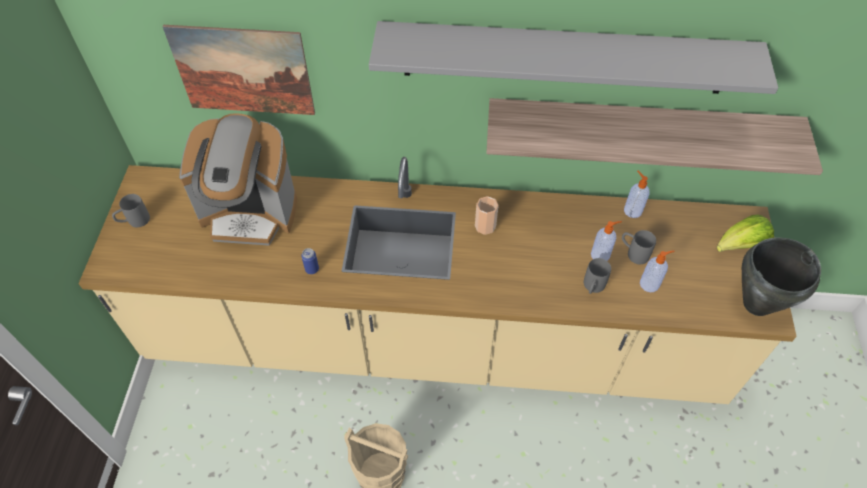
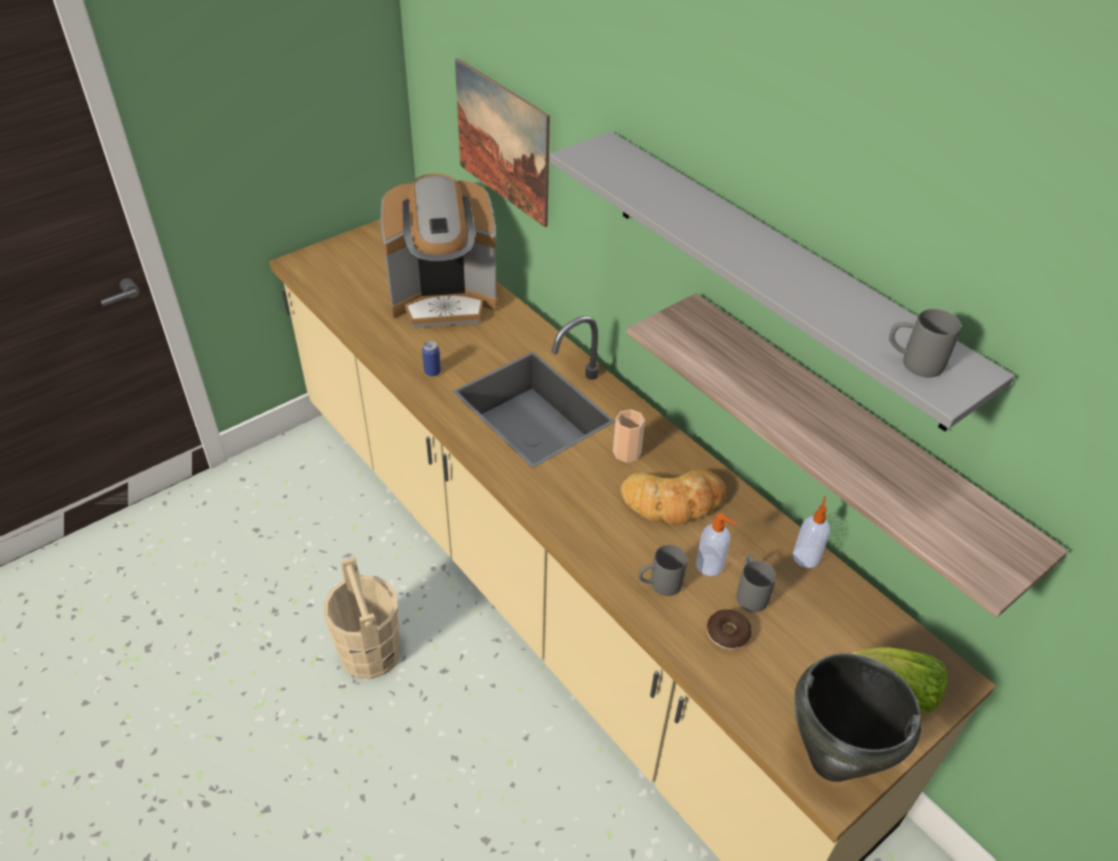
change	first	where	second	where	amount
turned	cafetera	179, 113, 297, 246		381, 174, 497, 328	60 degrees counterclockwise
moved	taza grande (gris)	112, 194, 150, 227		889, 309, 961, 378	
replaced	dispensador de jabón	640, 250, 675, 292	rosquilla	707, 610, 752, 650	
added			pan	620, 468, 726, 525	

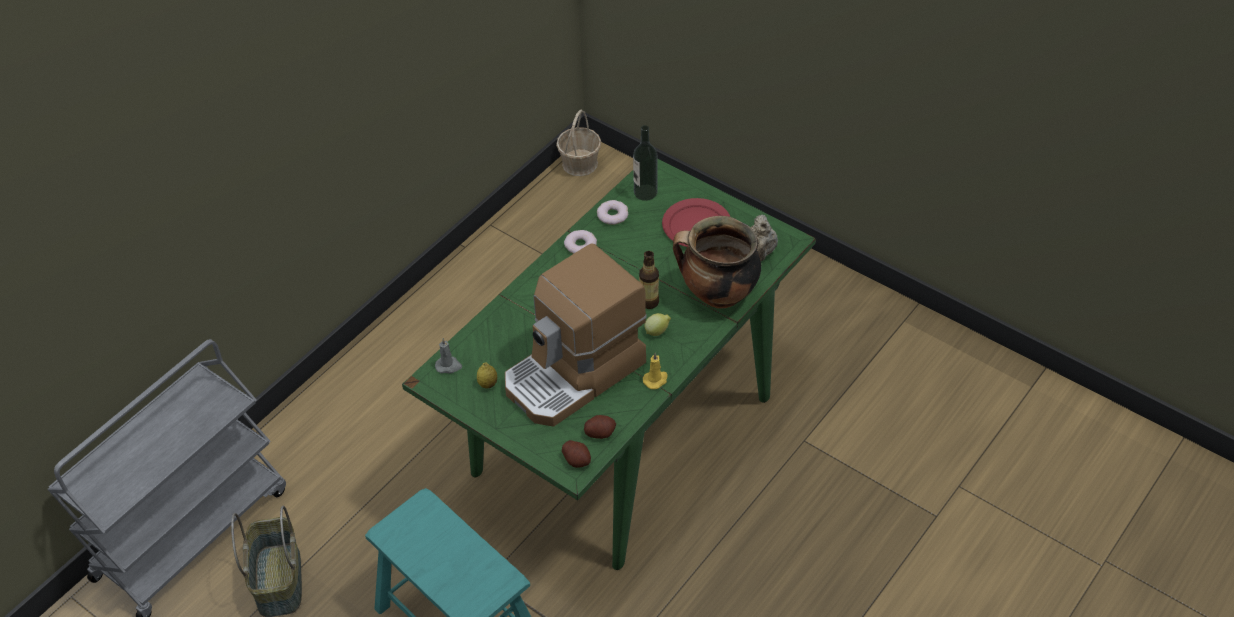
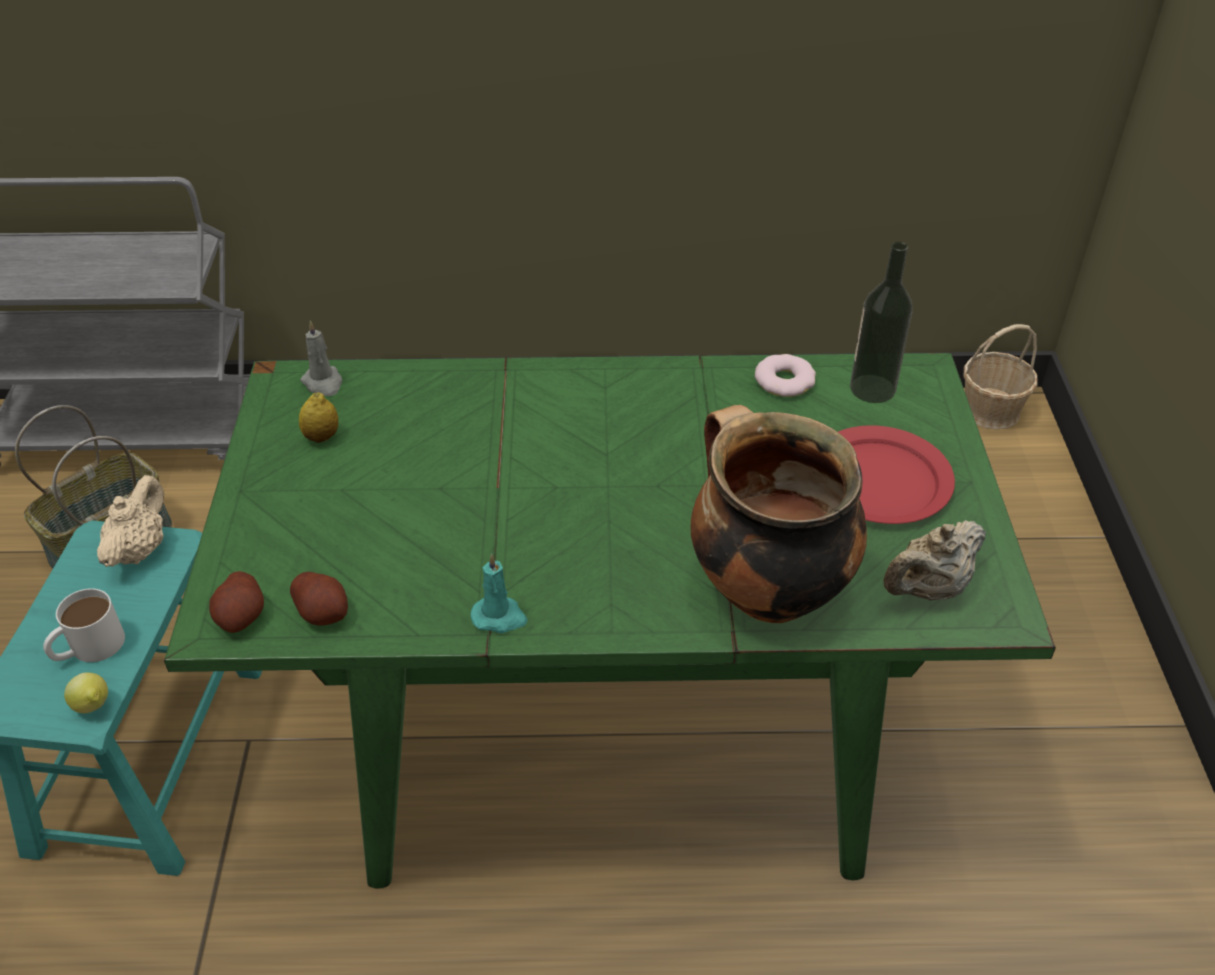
change	first	where	second	where	amount
removed	rosquilla	564, 230, 597, 254			
removed	cafetera	505, 244, 647, 427			
removed	botella	639, 251, 659, 309			
moved	limón	645, 313, 671, 336		64, 672, 108, 713	
recoloured	vela (amarillo)	643, 353, 668, 389	vela (turquesa)	470, 553, 528, 633	
added			tetera (beis)	97, 475, 164, 567	
added			taza grande (blanco)	43, 588, 125, 662	

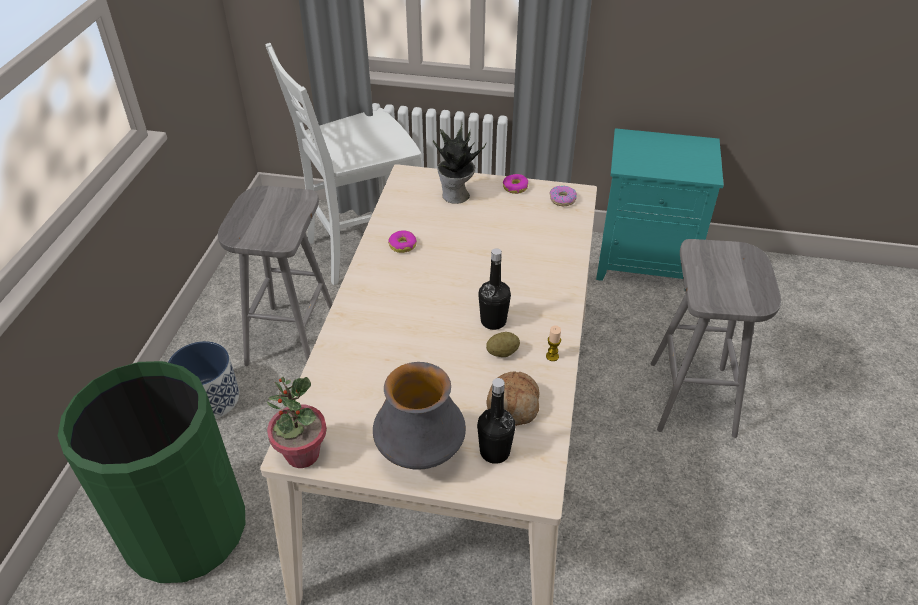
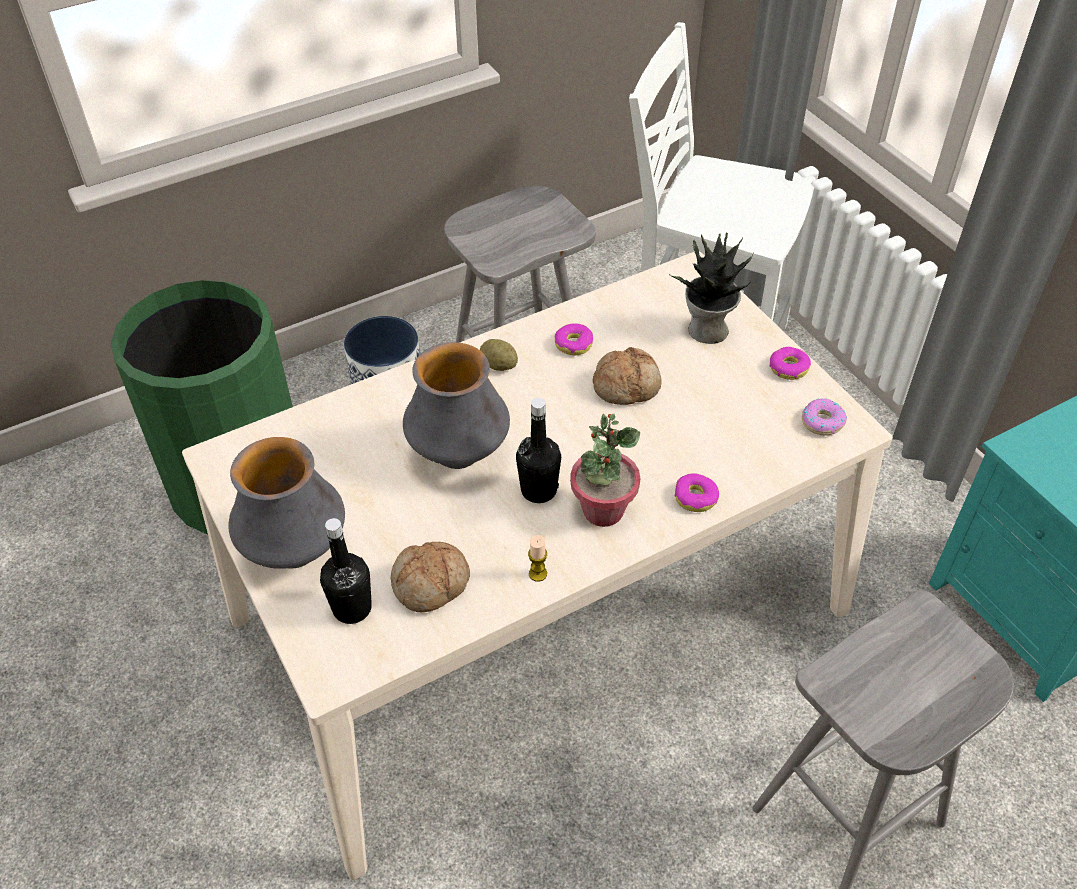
change	first	where	second	where	amount
moved	patata	486, 332, 520, 357		480, 339, 518, 371	
moved	planta en maceta	267, 377, 327, 468		570, 414, 640, 527	
added			florero	403, 342, 510, 469	
added			pan	592, 347, 662, 405	
added			rosquilla	675, 473, 719, 512	

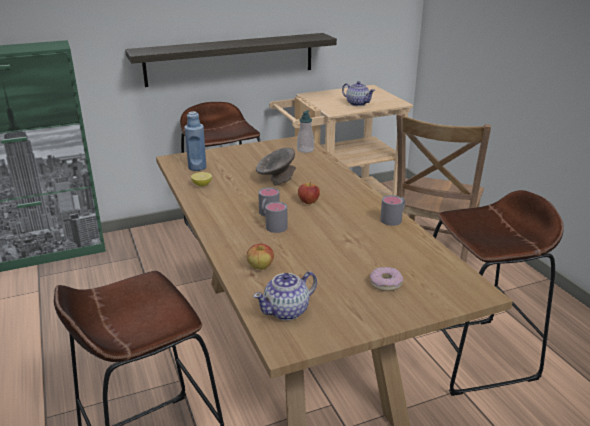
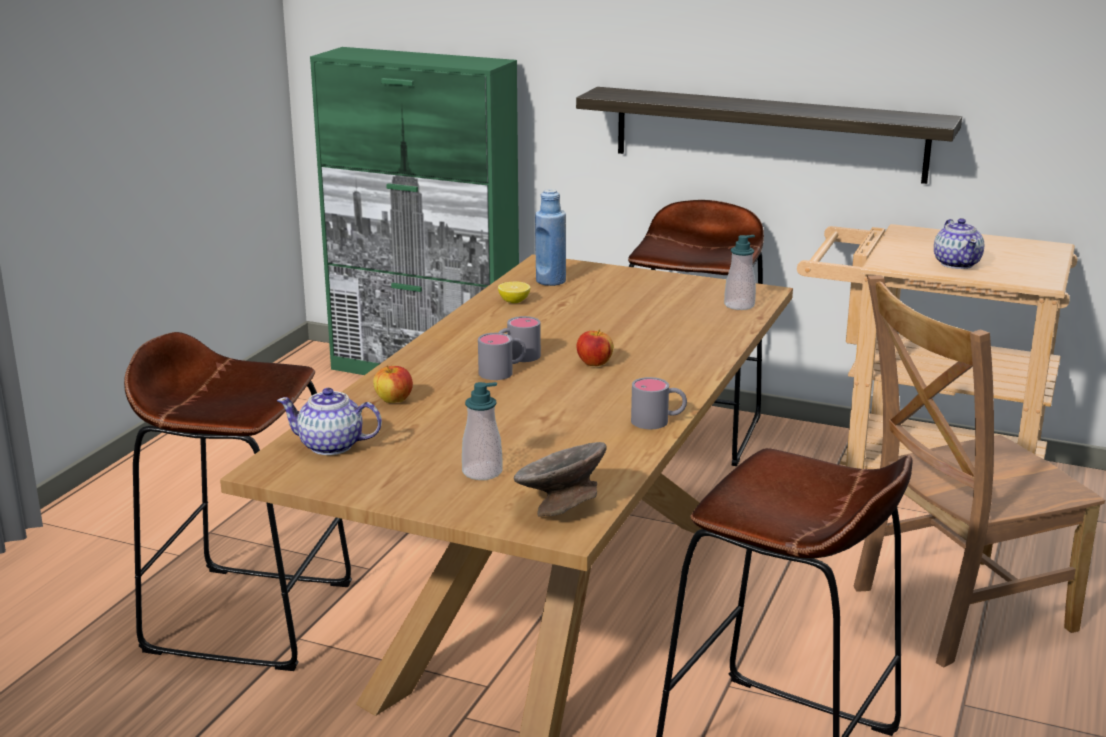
change	first	where	second	where	amount
moved	cuenco (gris)	256, 148, 296, 186		514, 442, 607, 517	
replaced	rosquilla	370, 267, 403, 291	dispensador de jabón	462, 382, 503, 480	

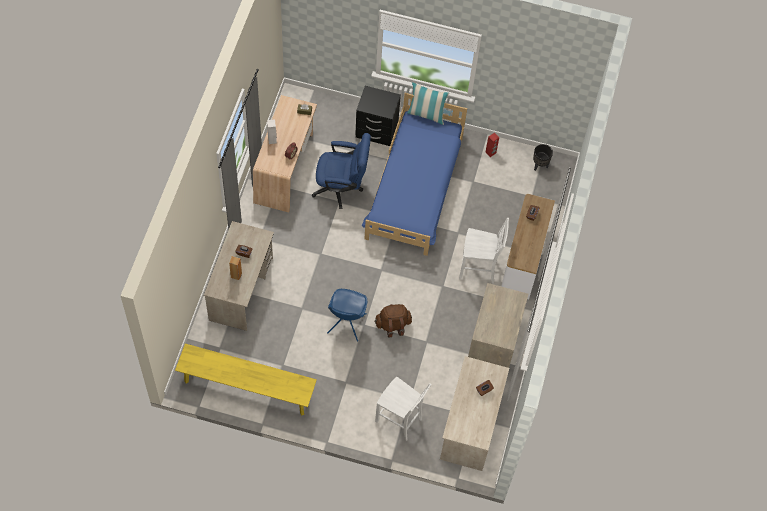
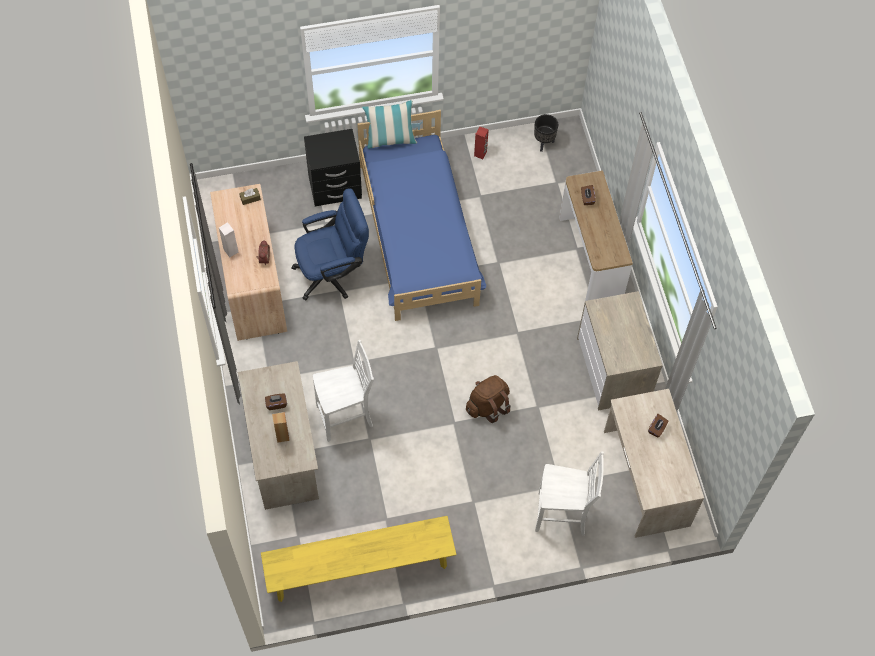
change	first	where	second	where	amount
moved	silla (blanco)	459, 218, 509, 284		313, 340, 374, 442	
removed	silla (azul)	327, 289, 367, 342			

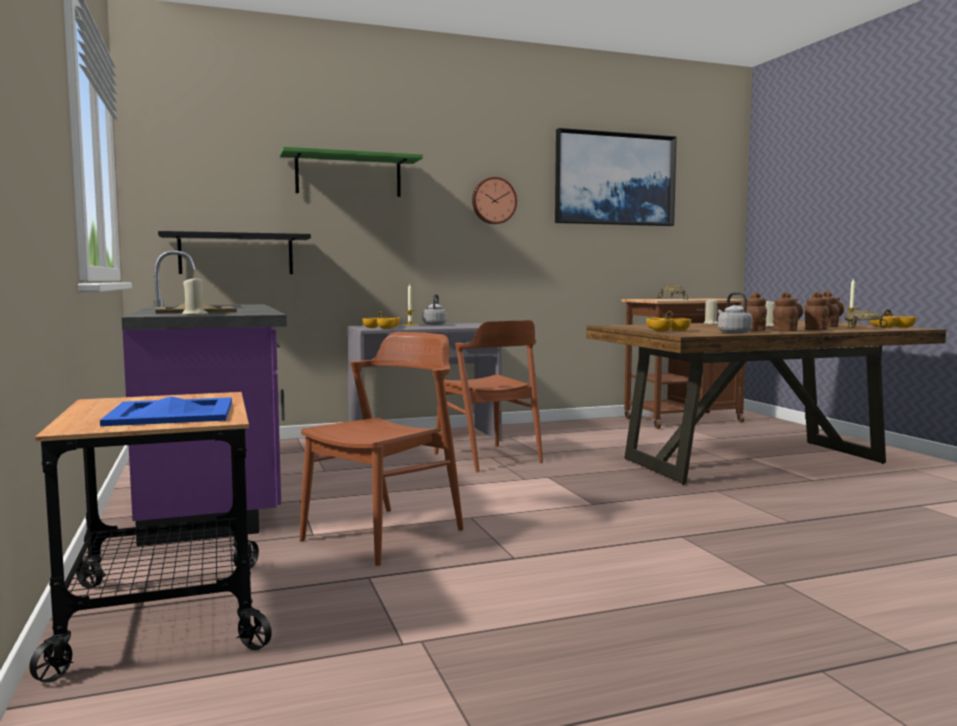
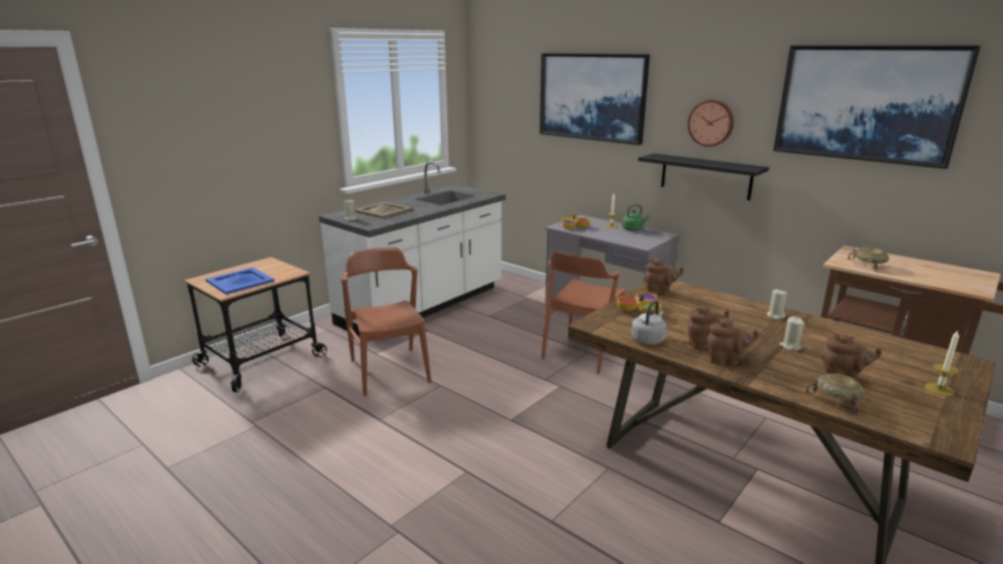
change	first	where	second	where	amount
replaced	estante (verde)	280, 146, 423, 197	cuadro	540, 53, 650, 145	
moved	estante (negro)	158, 231, 311, 274		638, 153, 769, 200	
recoloured	mueble bajo de cocina (morado)	122, 250, 287, 546	mueble bajo de cocina (blanco)	319, 161, 506, 337	
moved	tetera (marrón)	805, 291, 834, 330		644, 259, 684, 295	
recoloured	hervidor (gris)	423, 294, 447, 325	hervidor (verde)	622, 204, 649, 231	
removed	cuenco	869, 309, 916, 328			
turned	silla (marrón)	299, 332, 464, 566		340, 247, 431, 396	120 degrees counterclockwise

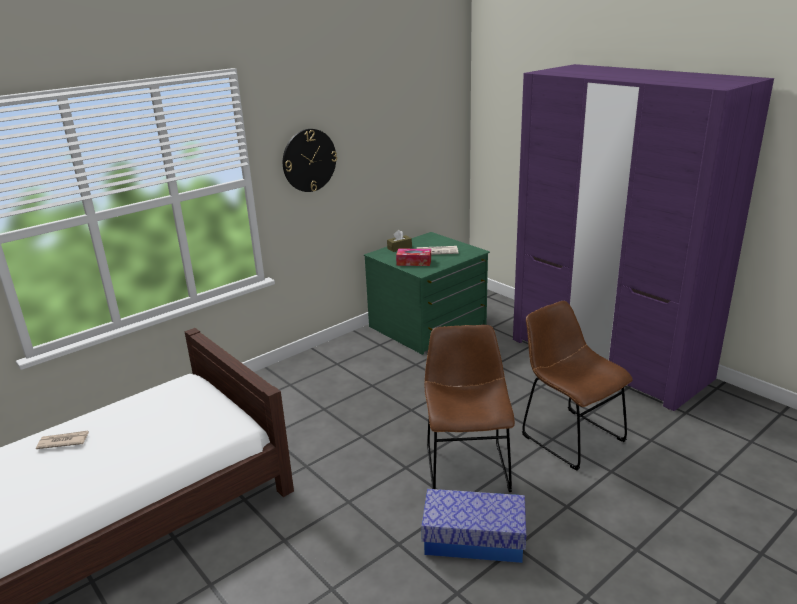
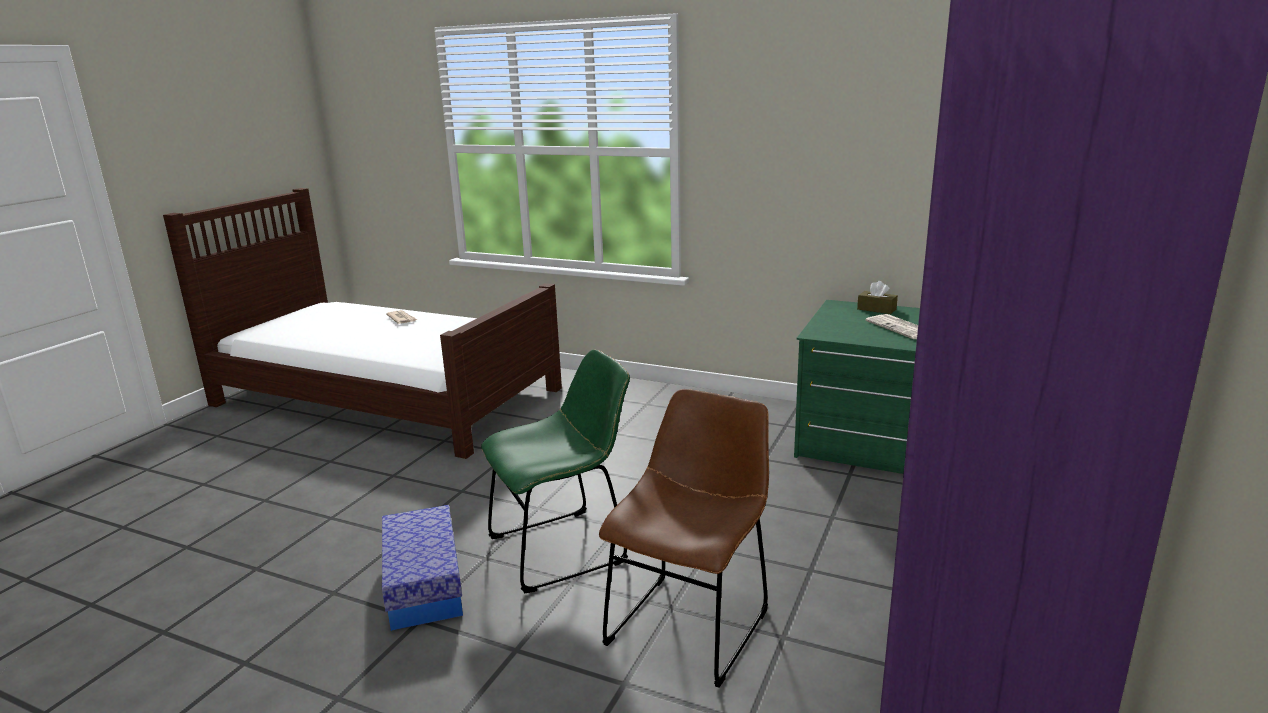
change	first	where	second	where	amount
removed	reloj de pared	283, 129, 337, 192			
removed	caja de pañuelos	396, 249, 431, 266			
recoloured	silla (marrón)	424, 325, 515, 492	silla (verde)	481, 349, 630, 594	

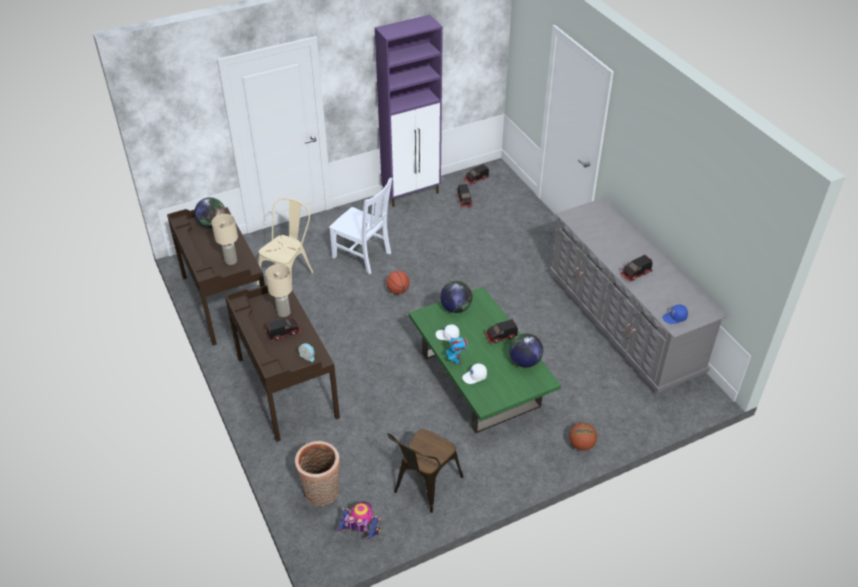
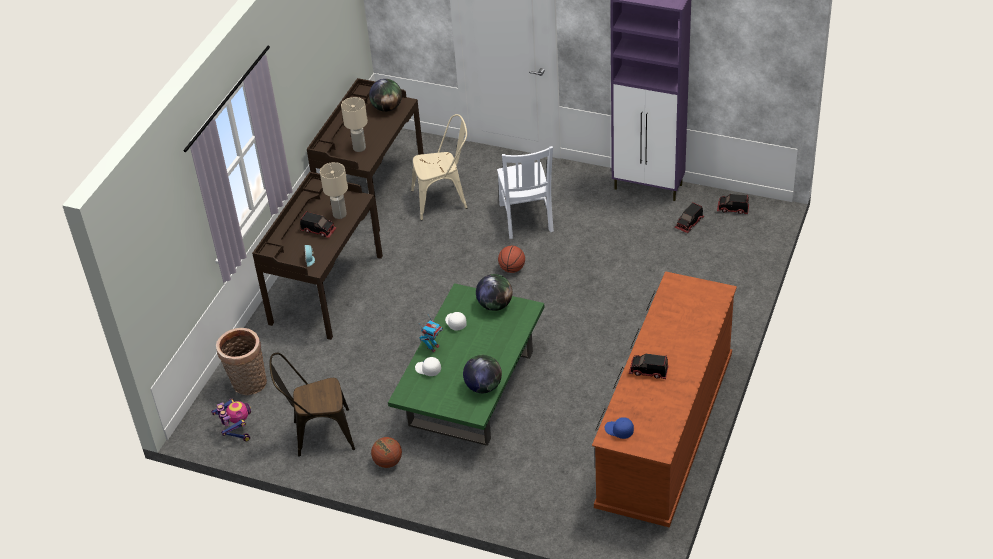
change	first	where	second	where	amount
recoloured	cómoda (gris)	549, 198, 728, 393	cómoda (marrón)	592, 271, 737, 528	
removed	camión de juguete	484, 319, 518, 344			
moved	balón de baloncesto	569, 423, 597, 451		371, 437, 402, 468	

